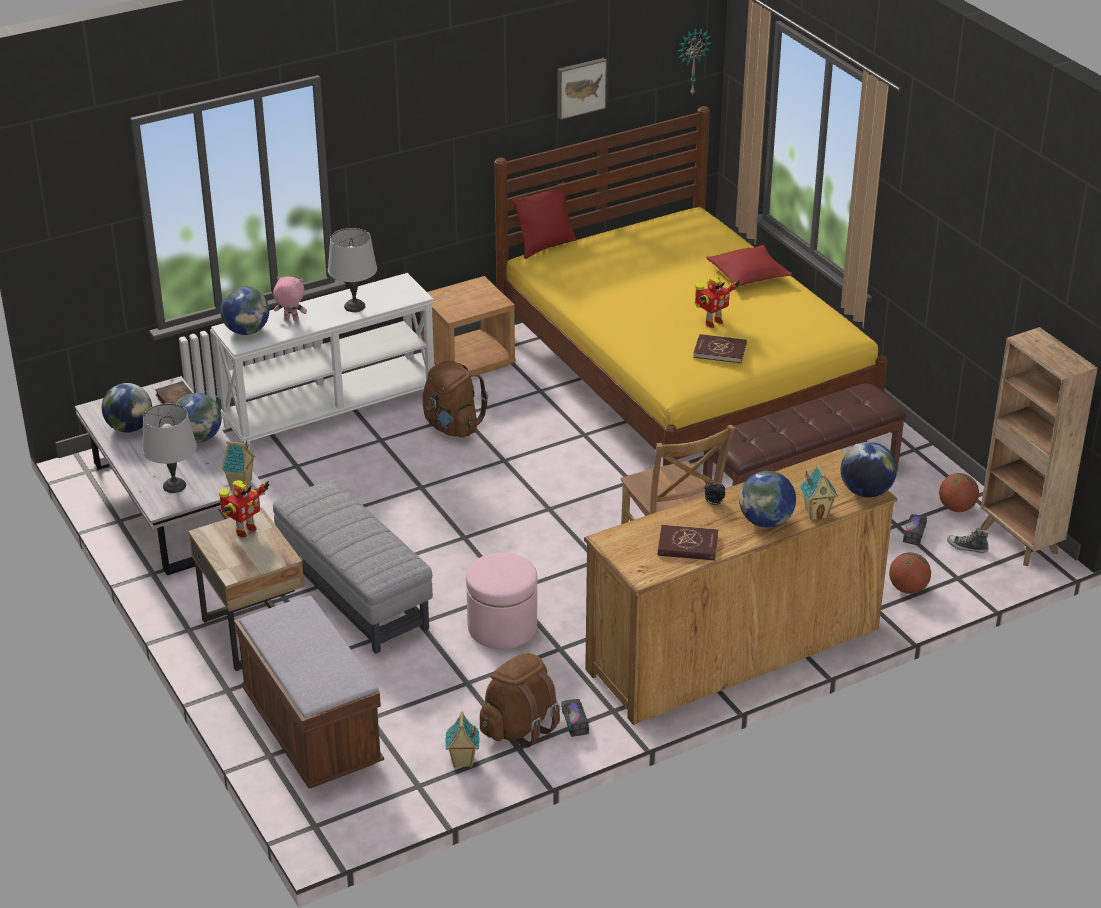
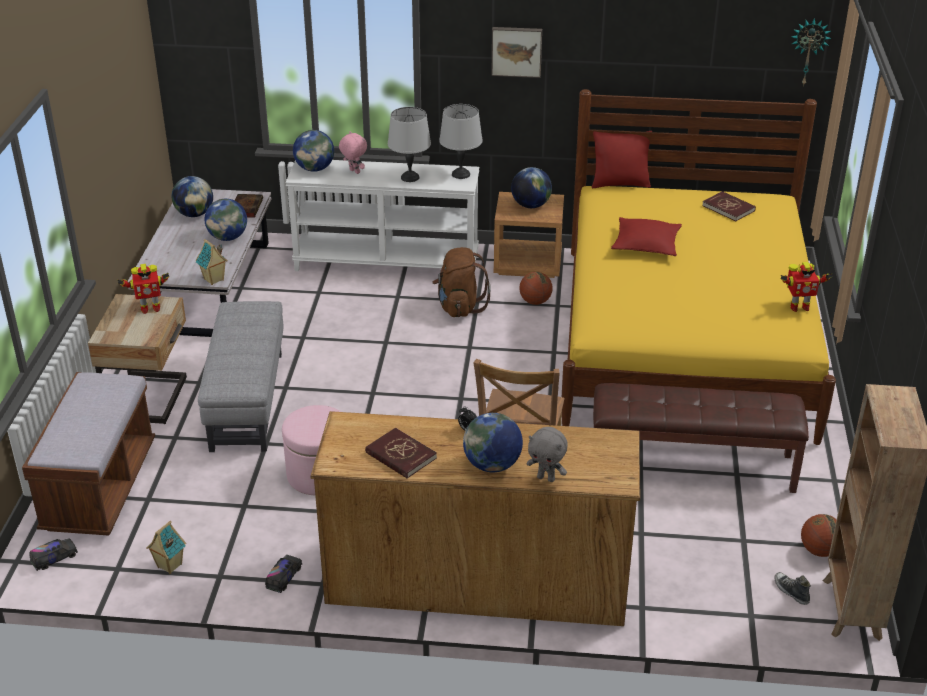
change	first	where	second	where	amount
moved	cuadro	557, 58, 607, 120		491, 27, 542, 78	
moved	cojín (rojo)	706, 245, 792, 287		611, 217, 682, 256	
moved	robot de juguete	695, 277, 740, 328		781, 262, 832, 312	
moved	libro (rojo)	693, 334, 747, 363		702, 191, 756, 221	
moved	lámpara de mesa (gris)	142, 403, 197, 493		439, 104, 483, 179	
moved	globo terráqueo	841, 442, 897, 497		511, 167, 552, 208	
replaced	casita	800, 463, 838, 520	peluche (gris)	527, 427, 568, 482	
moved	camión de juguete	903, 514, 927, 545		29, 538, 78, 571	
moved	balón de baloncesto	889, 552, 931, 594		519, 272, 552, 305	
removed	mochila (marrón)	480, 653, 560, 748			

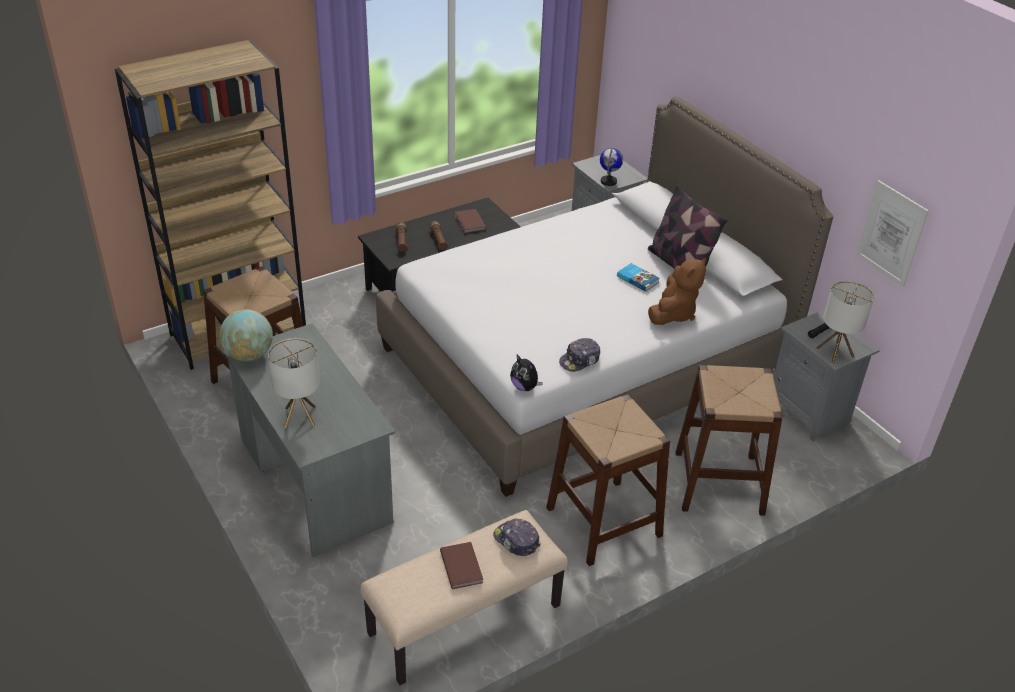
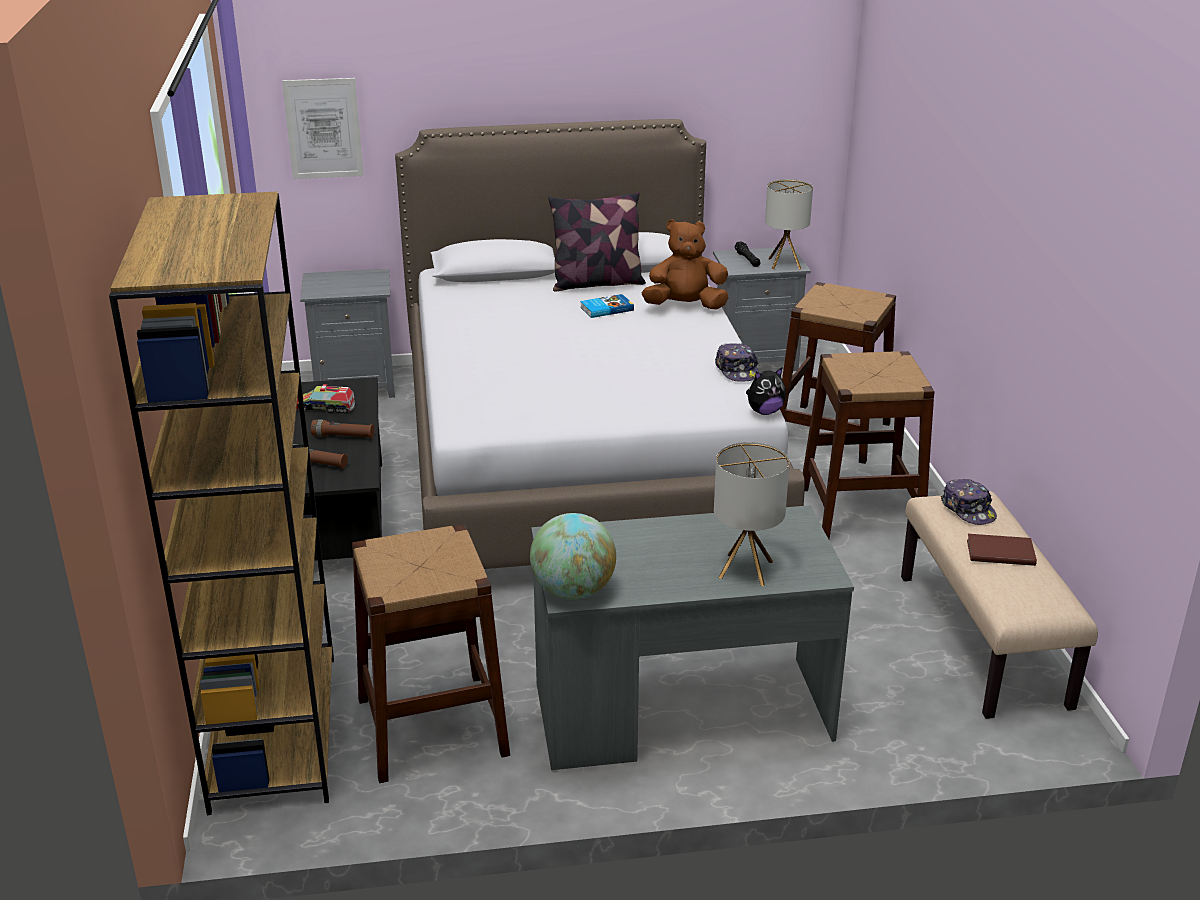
change	first	where	second	where	amount
removed	globo terráqueo	600, 148, 623, 186			
moved	cuadro	856, 180, 929, 287		282, 78, 364, 179	
replaced	libro (marrón)	455, 209, 486, 233	camión de juguete	296, 384, 355, 413	
turned	peluche (marrón)	648, 257, 706, 325		642, 219, 729, 310	60 degrees counterclockwise
turned	gorra	493, 518, 540, 556		941, 479, 997, 525	90 degrees counterclockwise

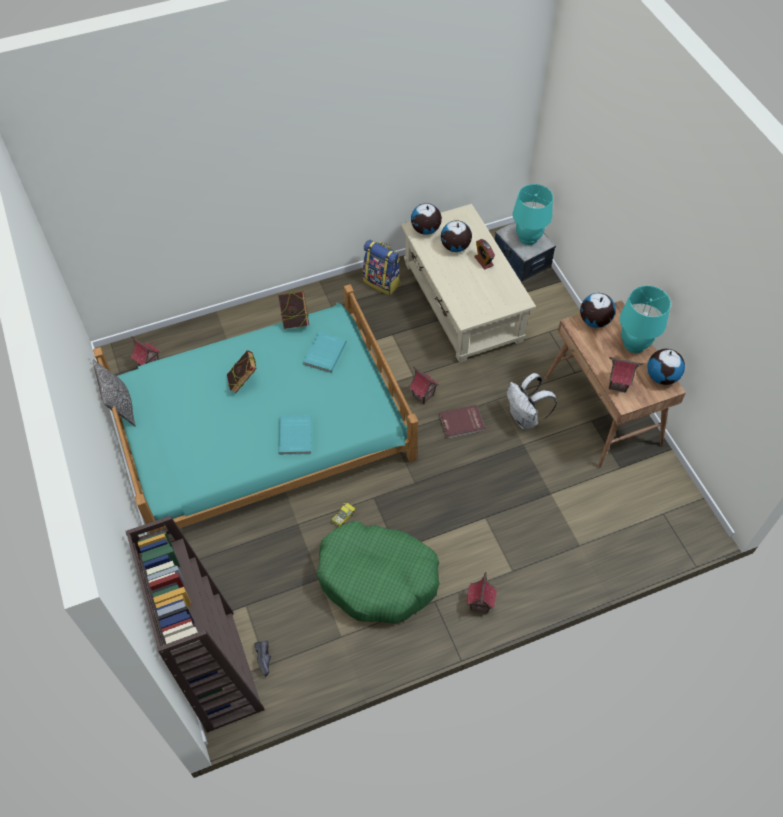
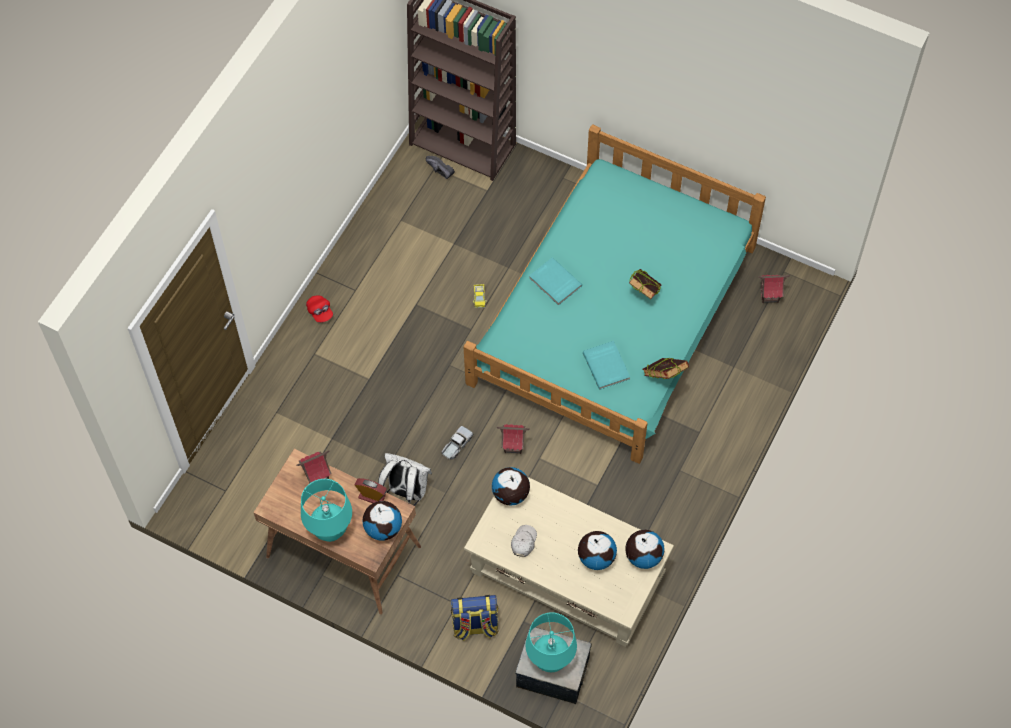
change	first	where	second	where	amount
moved	mochila	363, 239, 400, 295		451, 595, 499, 641	
moved	despertador	474, 239, 495, 269		355, 478, 387, 503	
moved	globo terráqueo	647, 349, 685, 385		492, 467, 530, 506	
removed	cojín	93, 359, 136, 427			
replaced	libro (rojo)	439, 405, 485, 439	camión de juguete	442, 426, 473, 460	
removed	cama para perro (verde)	317, 521, 440, 623			
replaced	casita	466, 572, 497, 613	gorra (rojo)	306, 295, 333, 323	
added			gorra (blanco)	511, 525, 537, 557	

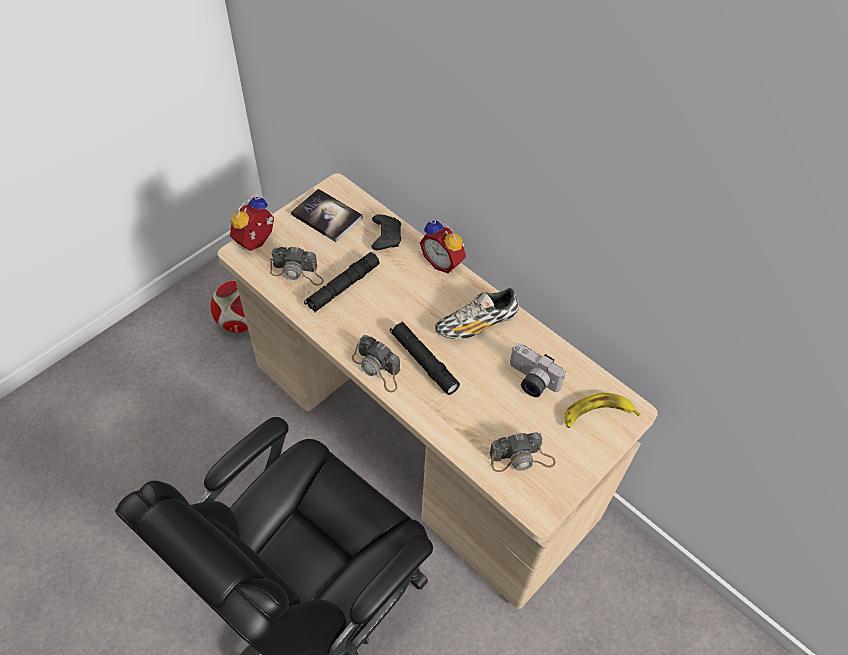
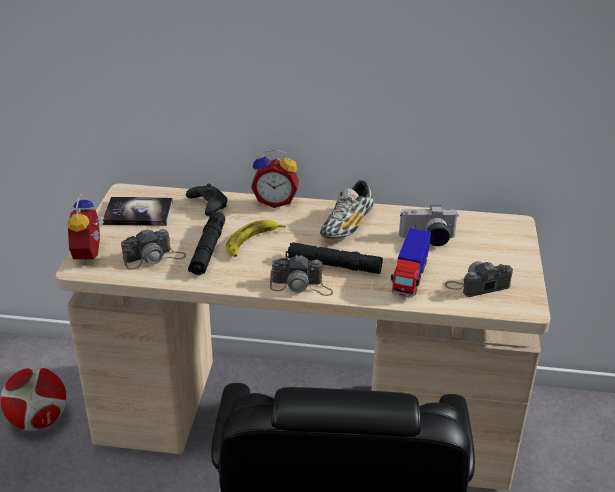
change	first	where	second	where	amount
moved	plátano	565, 393, 640, 428		226, 220, 286, 257	
turned	cámara	489, 432, 556, 472		445, 261, 513, 297	150 degrees counterclockwise
added			camión de juguete	391, 228, 431, 298	

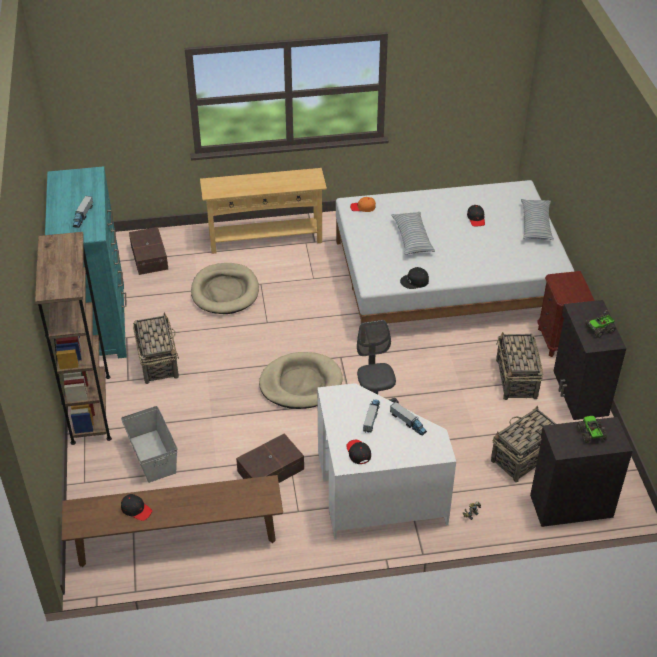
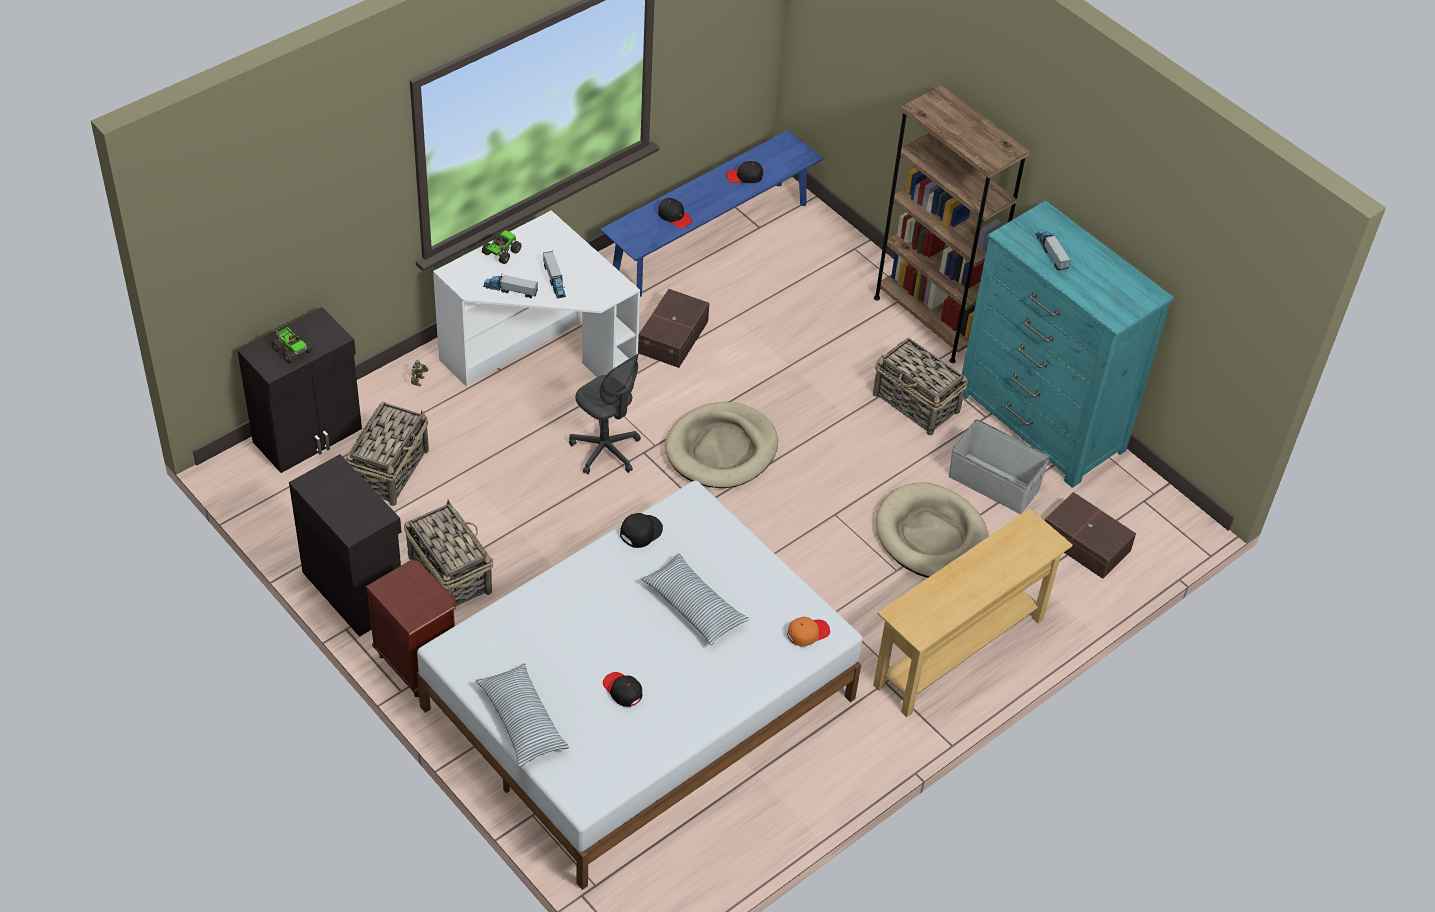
change	first	where	second	where	amount
moved	camión de juguete	585, 310, 616, 338		482, 231, 522, 264	
moved	caja de almacenaje (gris)	121, 406, 178, 483		949, 419, 1050, 514	
moved	gorra (negro)	346, 440, 371, 464		658, 198, 693, 228	
recoloured	banco (marrón)	62, 475, 283, 567	banco (azul)	600, 130, 823, 297	

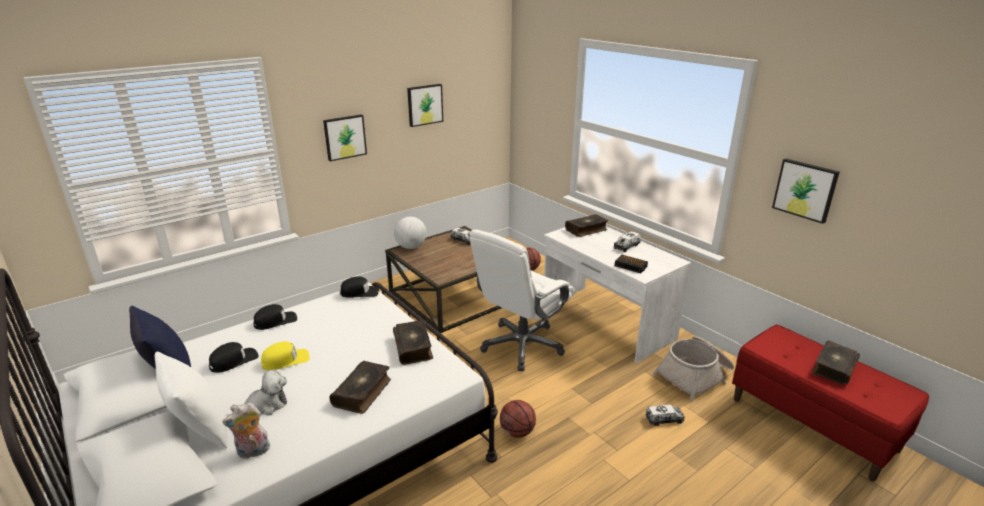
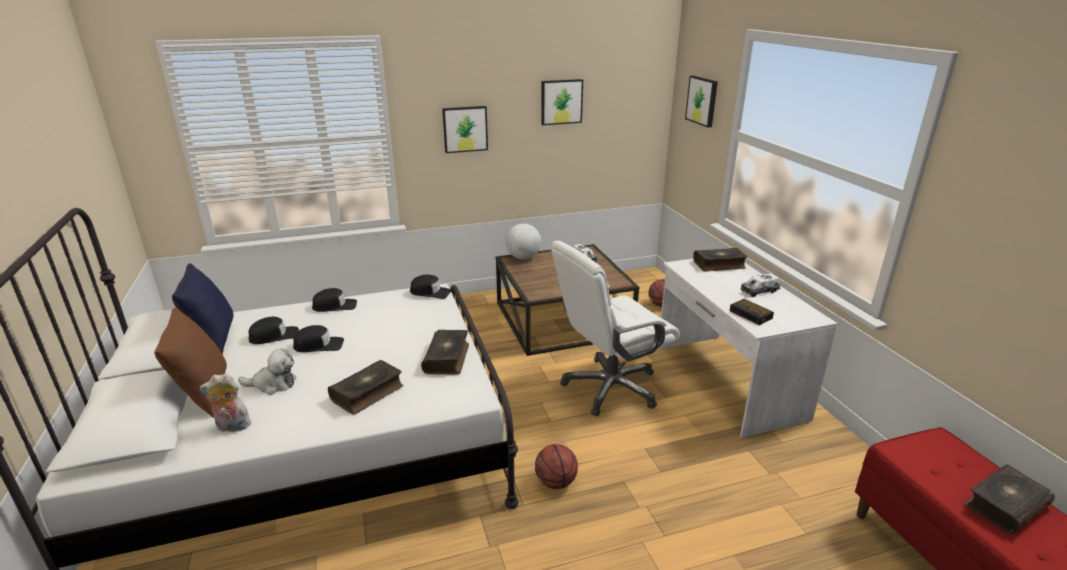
change	first	where	second	where	amount
moved	cuadro	772, 159, 839, 224		685, 75, 718, 127	
removed	cesta	653, 336, 734, 402			
recoloured	gorra (amarillo)	261, 341, 310, 370	gorra (negro)	293, 325, 344, 352	
recoloured	cojín (blanco)	155, 352, 228, 448	cojín (marrón)	154, 308, 227, 417	
removed	camión de juguete	645, 405, 685, 426			

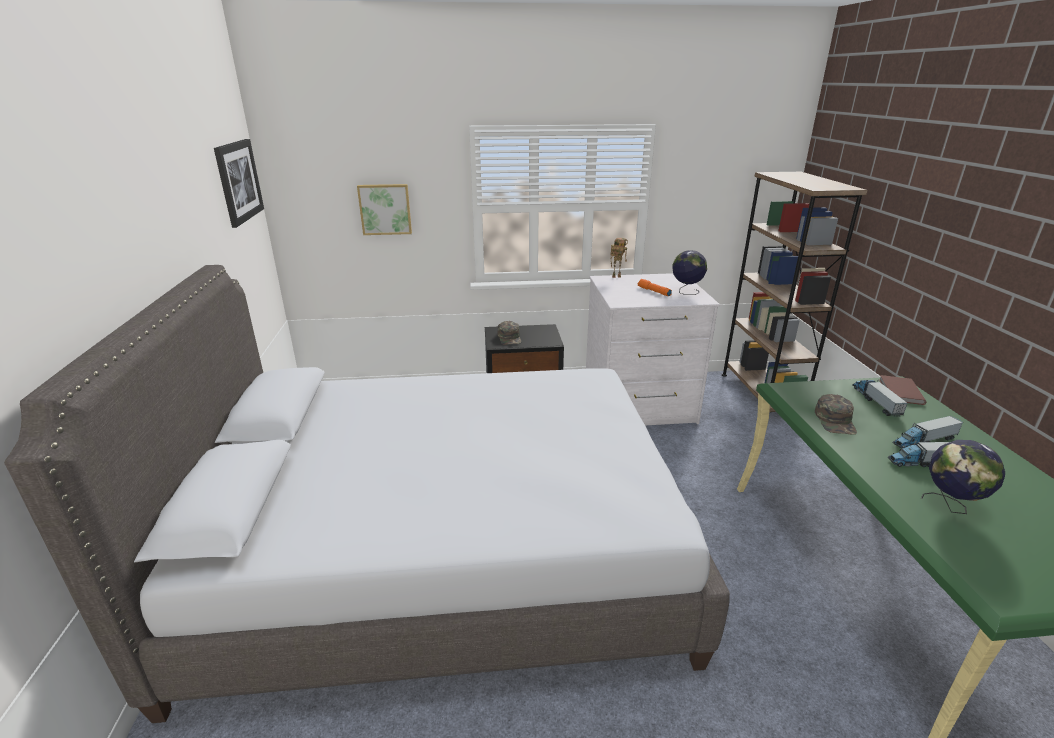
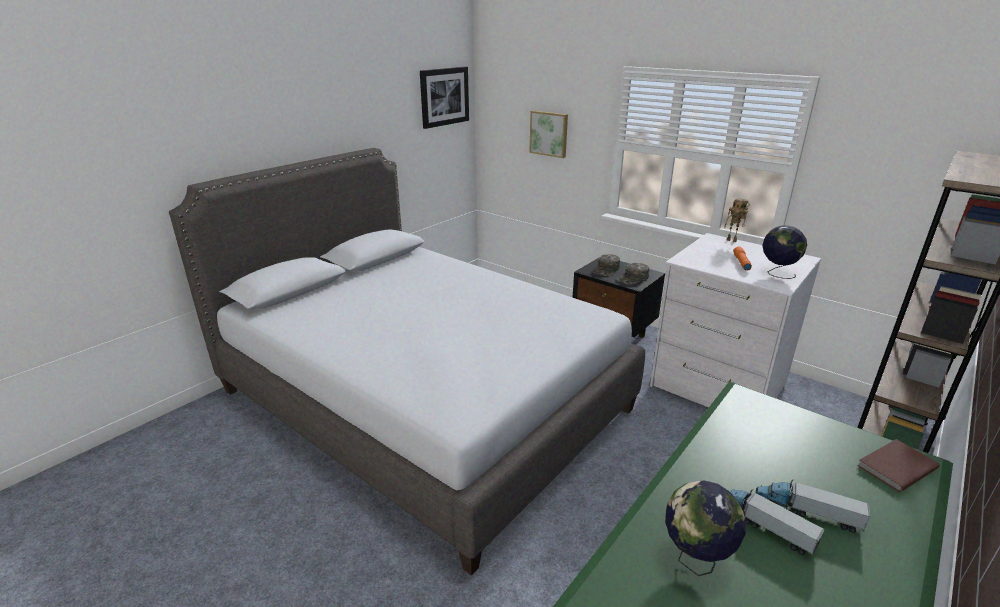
change	first	where	second	where	amount
removed	camión de juguete	853, 380, 907, 417			
moved	gorra (verde)	815, 394, 857, 435		616, 263, 649, 285	

